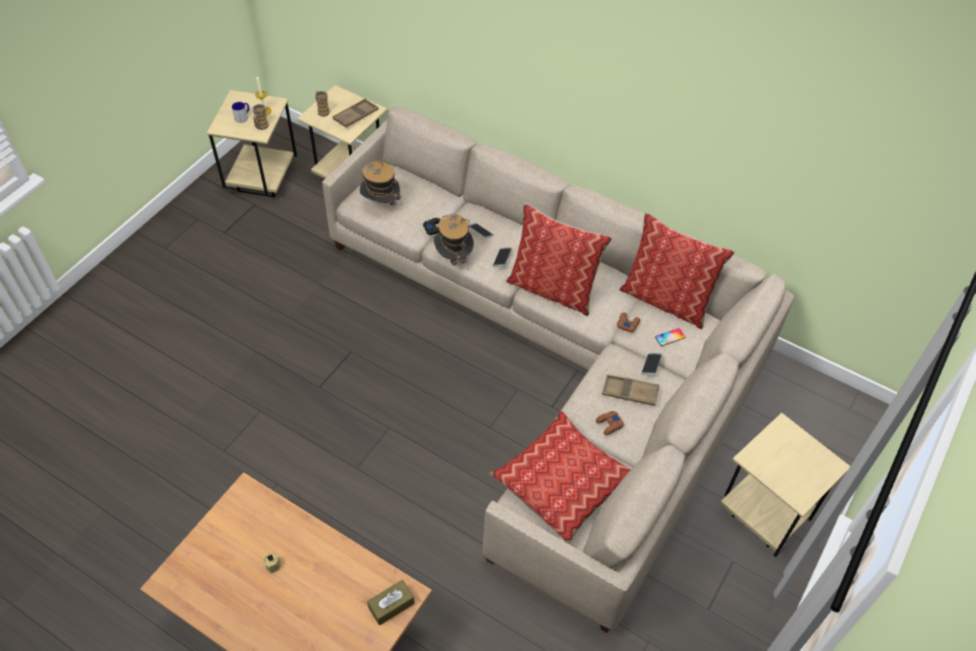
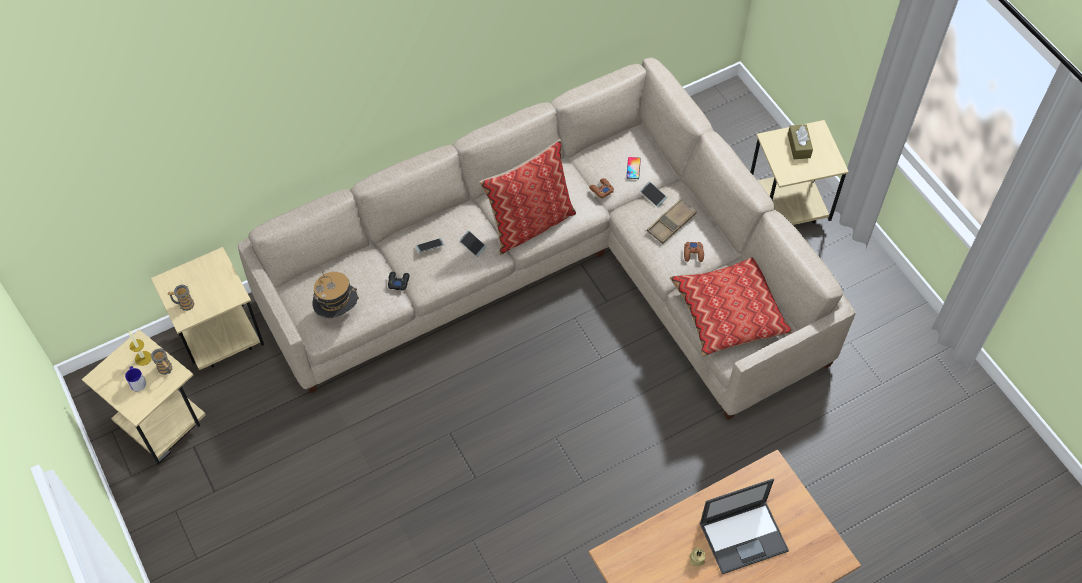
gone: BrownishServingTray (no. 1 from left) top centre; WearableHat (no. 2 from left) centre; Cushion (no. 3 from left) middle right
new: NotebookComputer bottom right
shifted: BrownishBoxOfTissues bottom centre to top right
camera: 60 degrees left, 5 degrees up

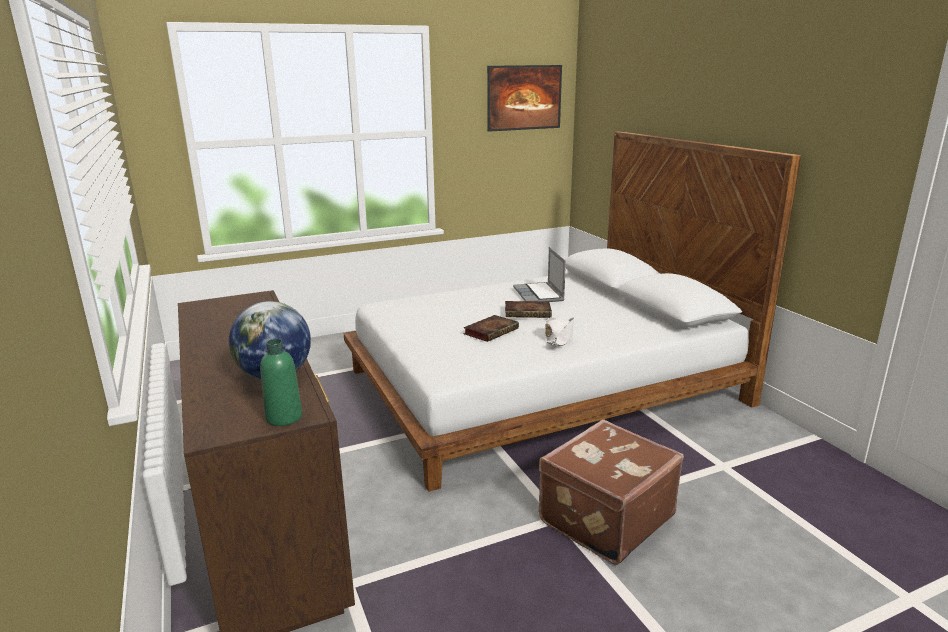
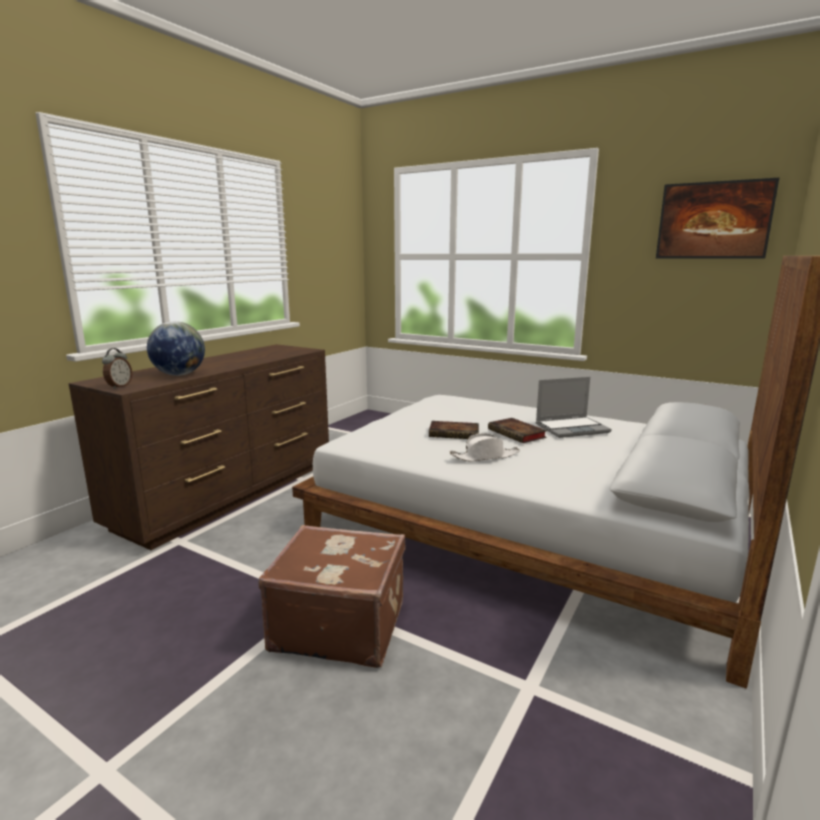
swapped: GreenBottle middle left to TableClock middle left
rotated: NotebookComputer centre = middle right 150 degrees counterclockwise
camera: 55 degrees right, 5 degrees down

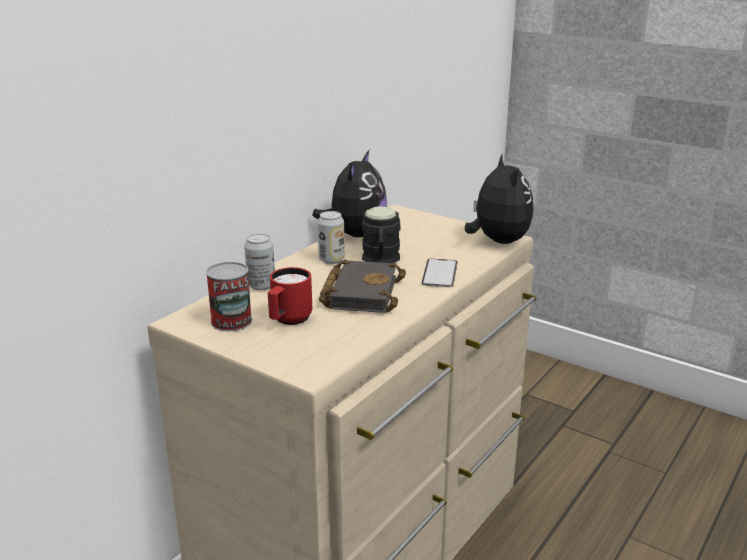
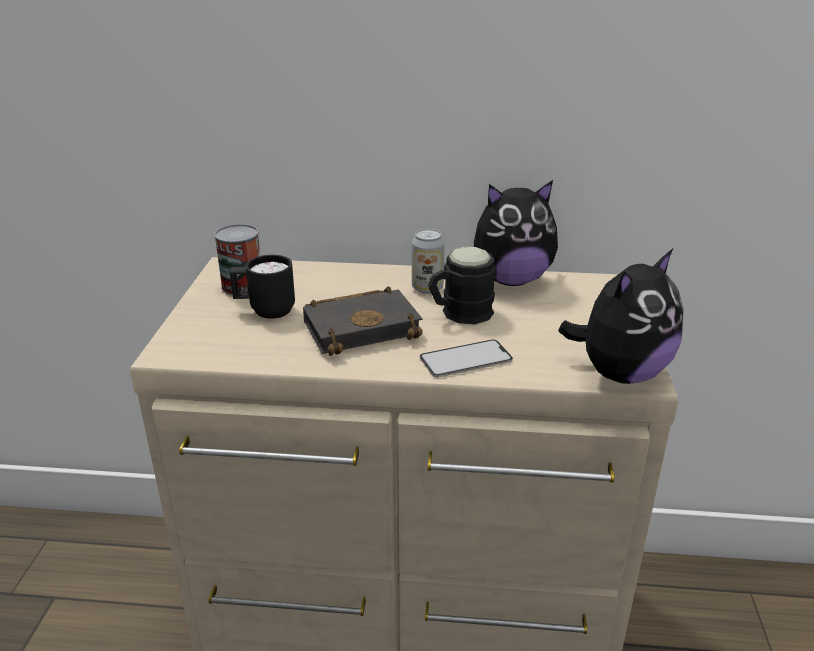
gone: MetalCan (no. 2 from left) centre
repainted: ReddishTeaMug centre to BlackishTeaMug (no. 1 from left) middle left
camera: 60 degrees right, 5 degrees up

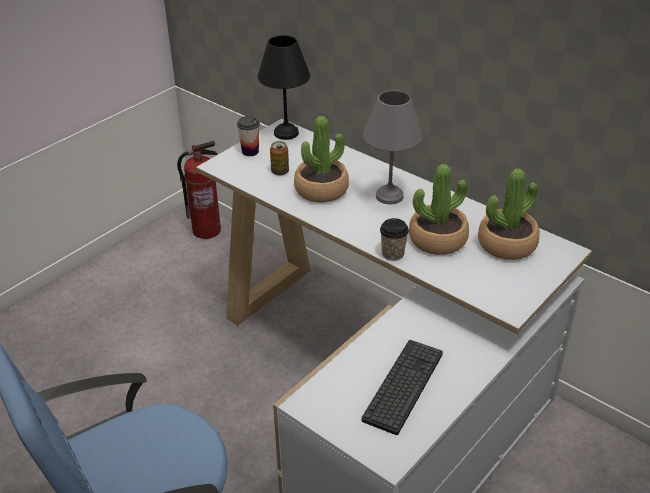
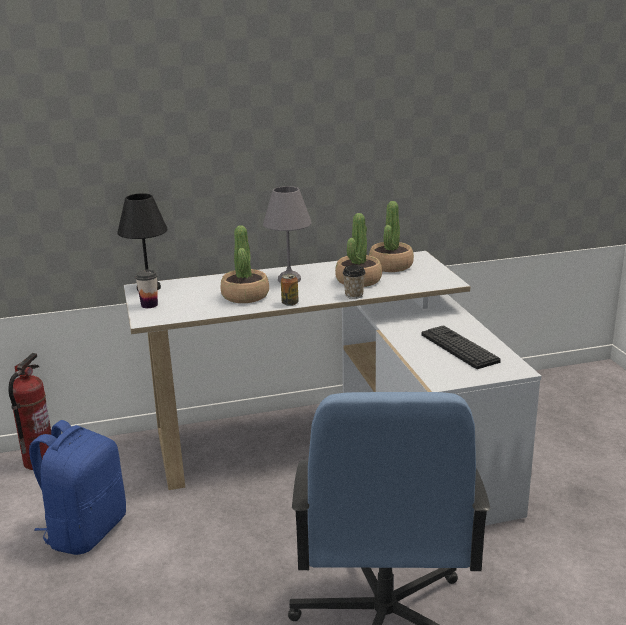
new: BlueColouredRucksack bottom left
shifted: MetalCan top centre to centre
camera: 55 degrees left, 15 degrees down

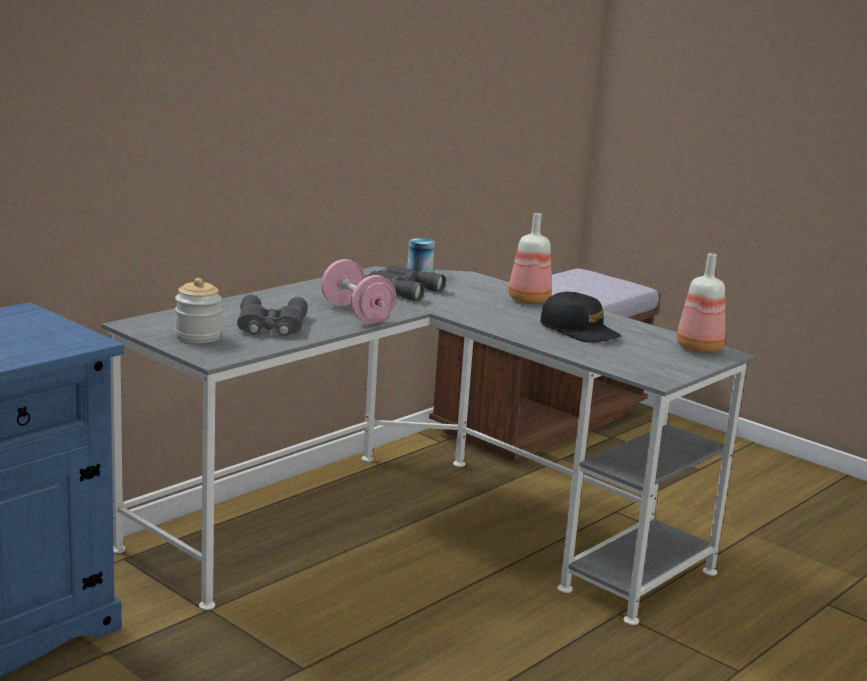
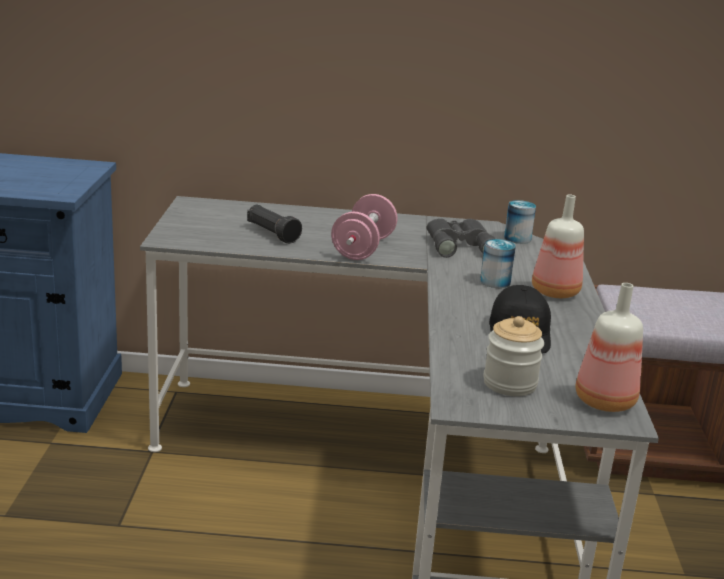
new: MetalCan (no. 1 from left) middle right
shifted: StorageJar middle left to middle right
swapped: GrayFieldGlasses (no. 1 from left) middle left to BlackishTorch centre
camera: 50 degrees right, 5 degrees up

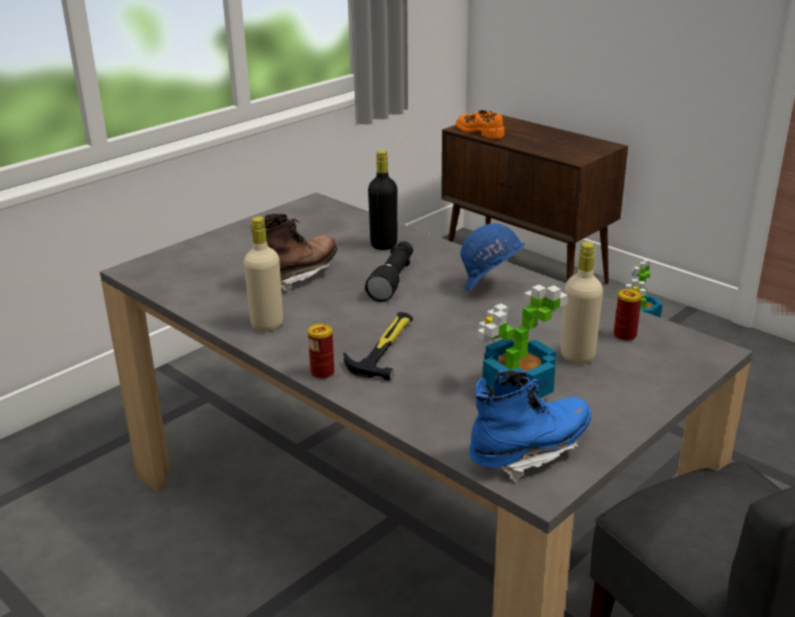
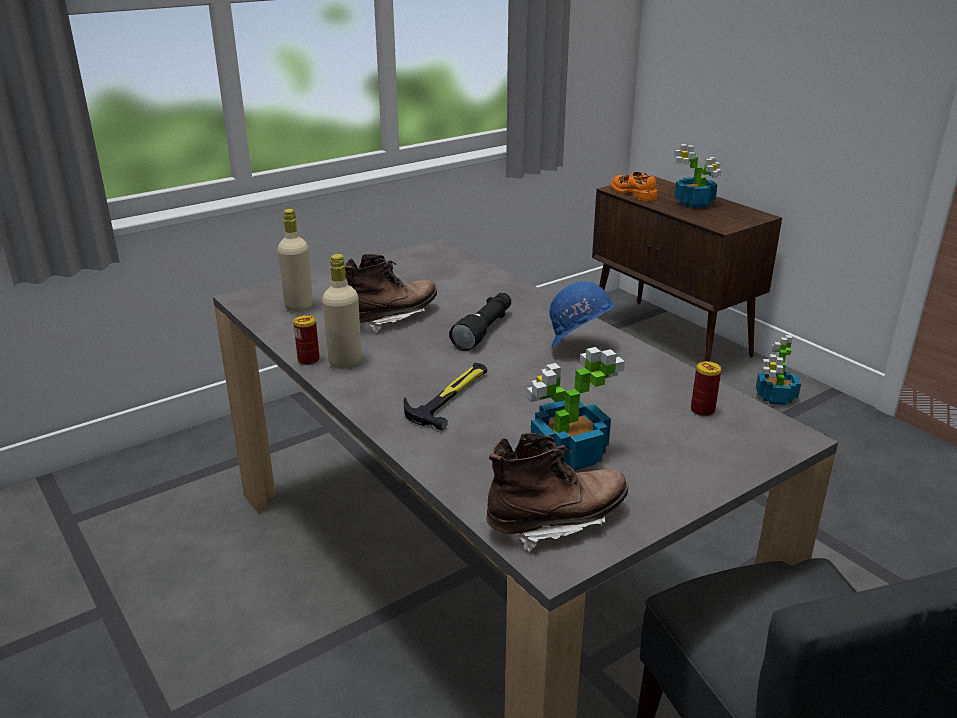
gone: BlackishBottle top centre
new: PottedPlant (no. 2 from left) top right
shifted: SandColouredBottle (no. 2 from left in the first image) middle right to SandColouredBottle (no. 1 from left) middle left; MetalCan (no. 1 from left) centre to middle left
repainted: BlueColouredTallBoot bottom right to BrownishTallBoot (no. 2 from left) bottom centre
camera: 10 degrees right, 0 degrees up

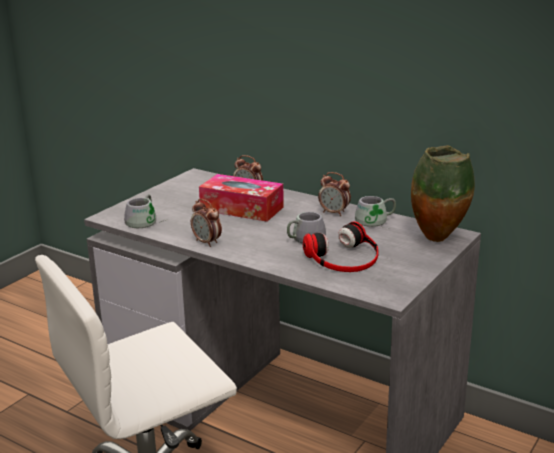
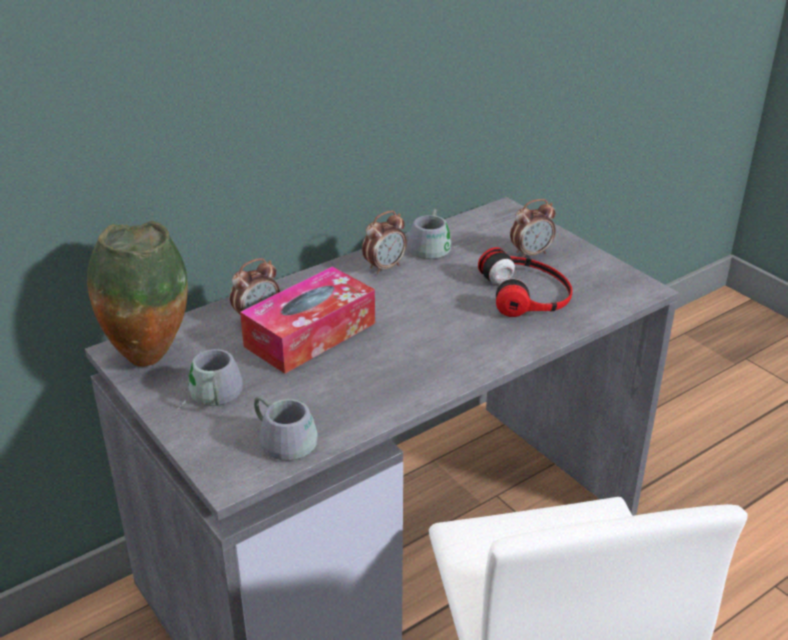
shifted: DecorativeVase middle right to middle left; GrayTeaMug (no. 2 from left in the first image) centre to GrayTeaMug (no. 1 from left) middle left; TableClock (no. 1 from left in the first image) centre to TableClock (no. 3 from left) middle right
camera: 70 degrees left, 10 degrees up

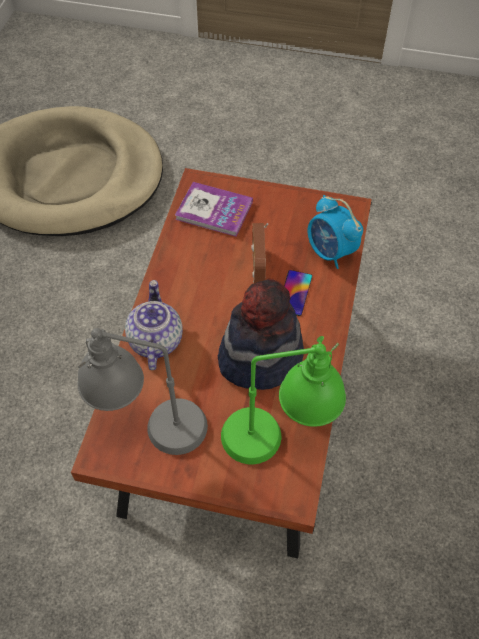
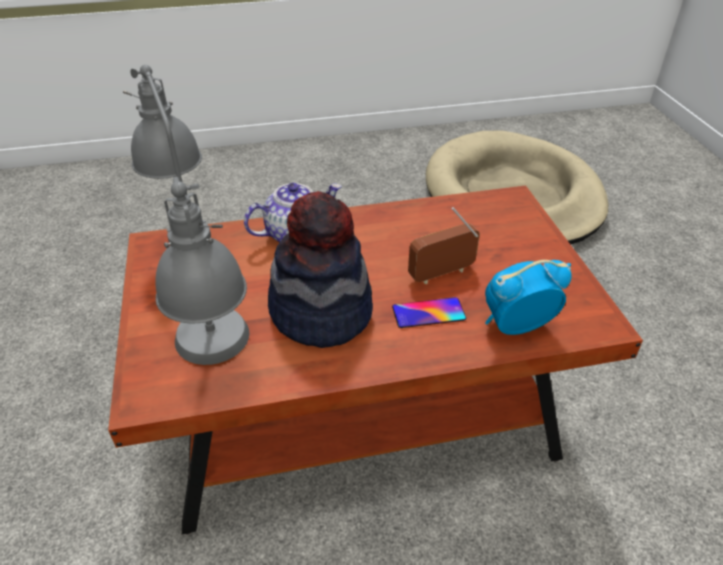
gone: Book top centre
repainted: GreenLampForATable centre to GrayLampForATable (no. 2 from left) middle left
rotated: TableClock middle right = middle right 45 degrees clockwise
camera: 65 degrees right, 15 degrees down

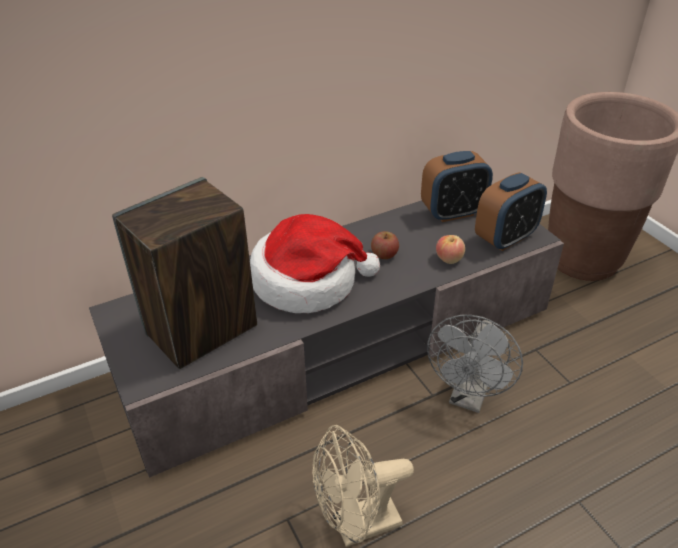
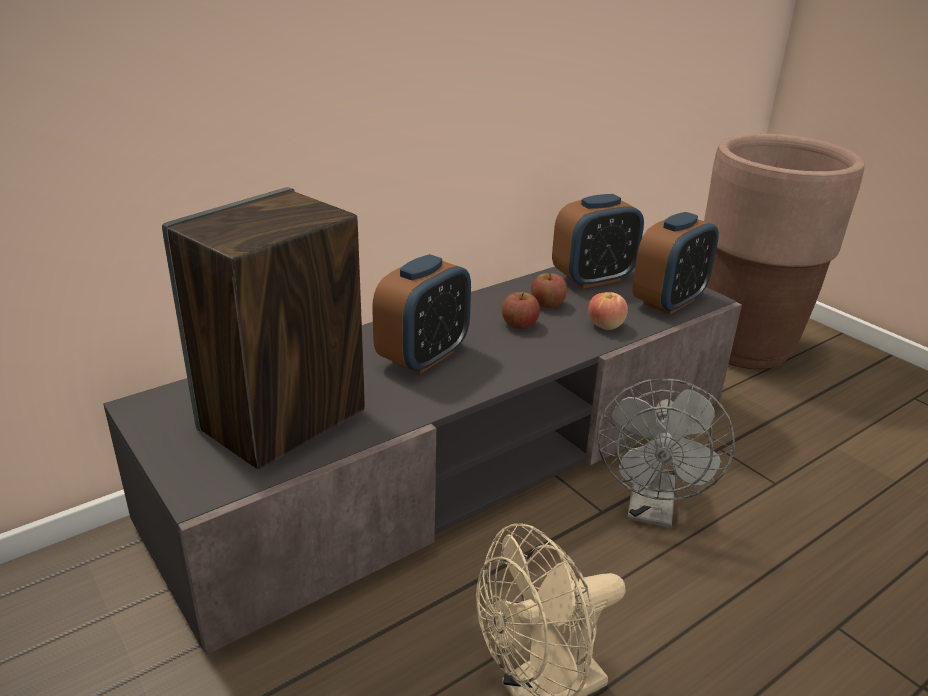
new: AppleFruit (no. 2 from left) centre
swapped: WearableHat centre to TableClock (no. 1 from left) centre
camera: 10 degrees left, 10 degrees down

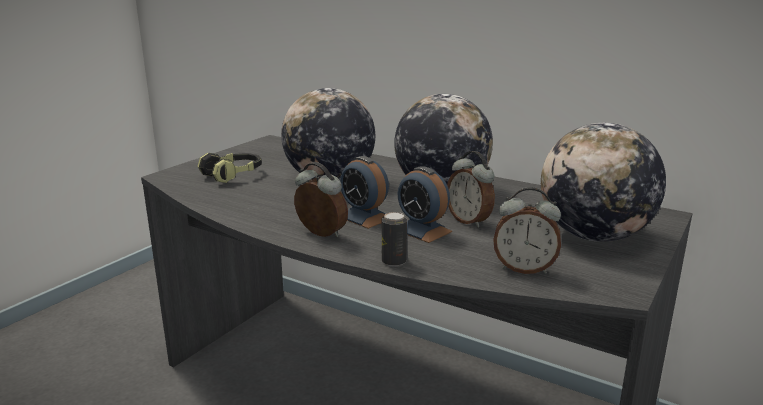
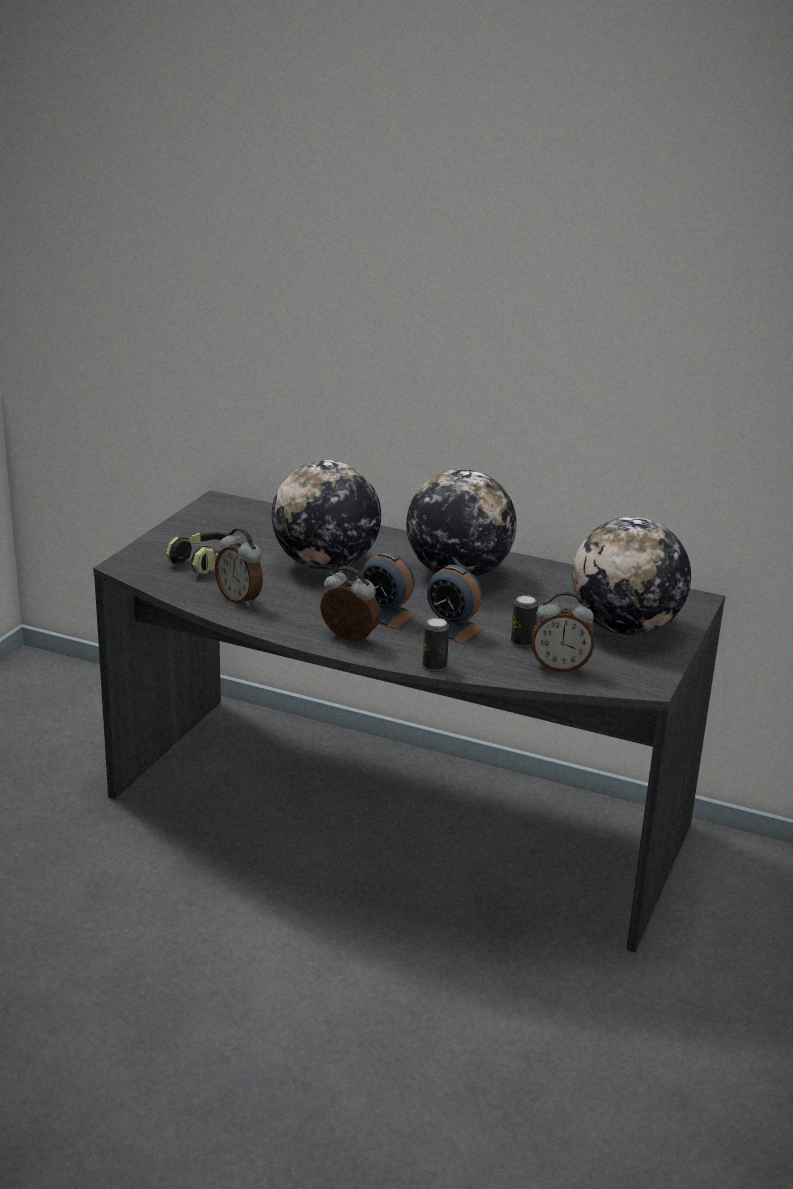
new: MetalCan (no. 2 from left) centre
shifted: TableClock (no. 4 from left in the first image) centre to TableClock (no. 1 from left) middle left
camera: 10 degrees left, 5 degrees up

